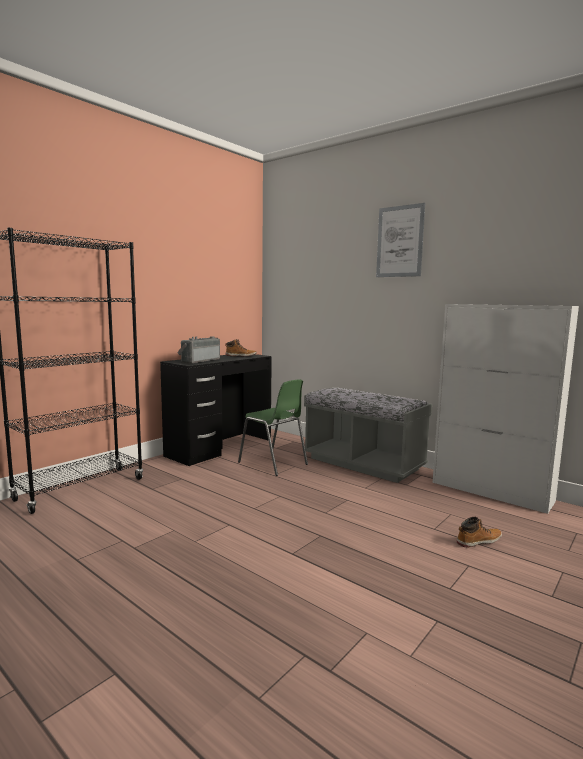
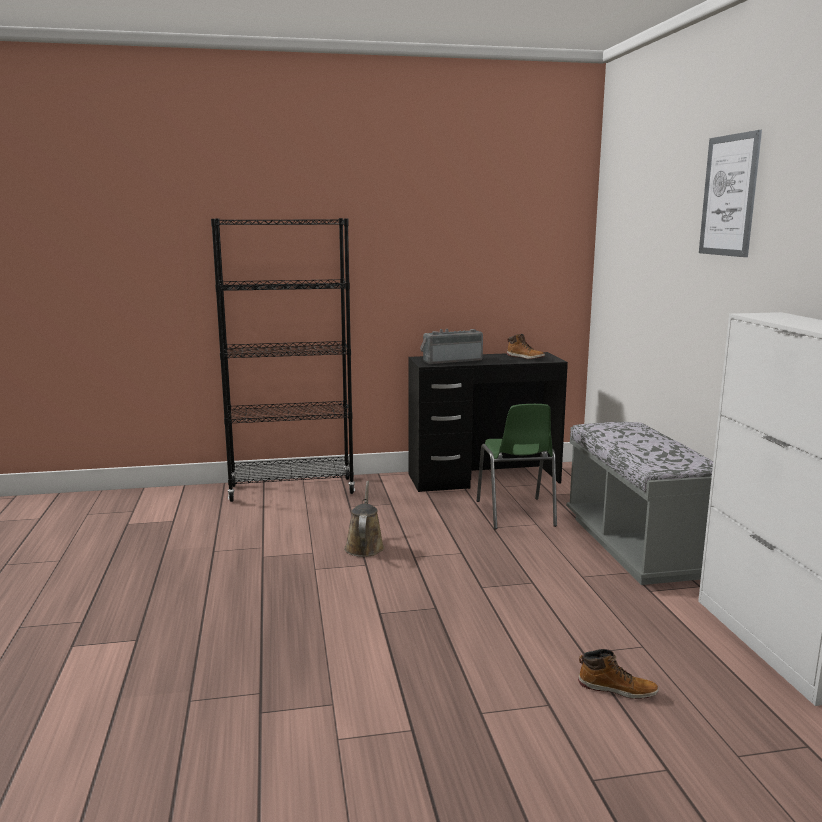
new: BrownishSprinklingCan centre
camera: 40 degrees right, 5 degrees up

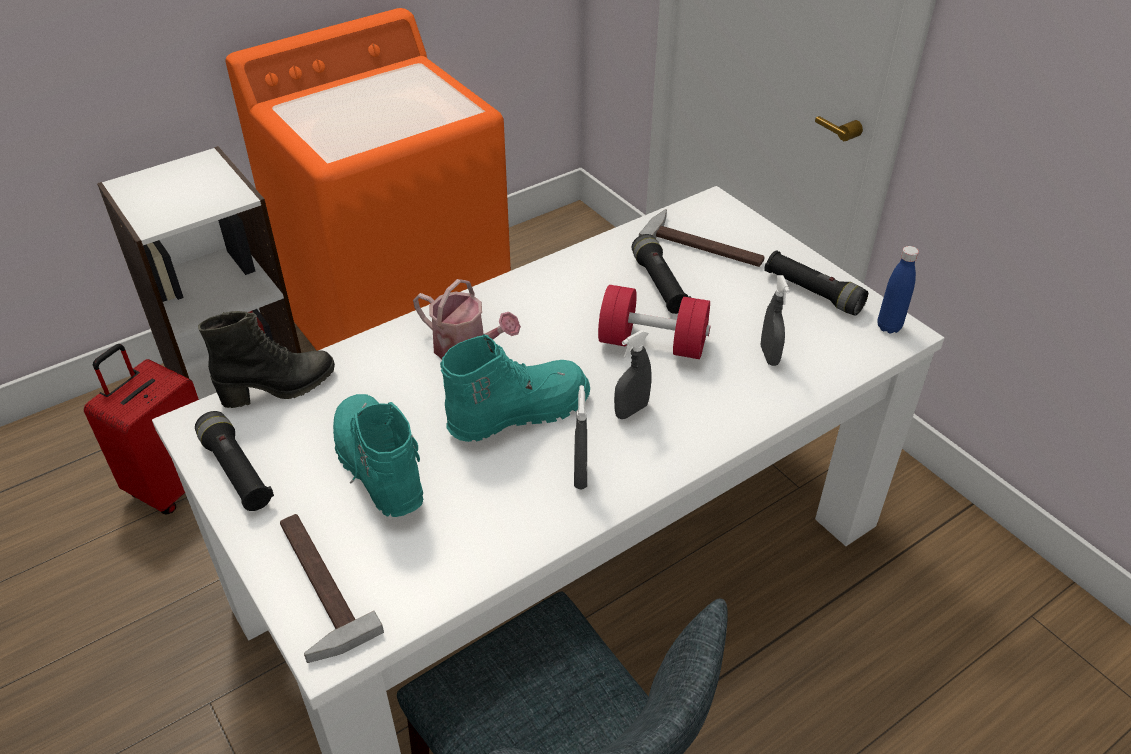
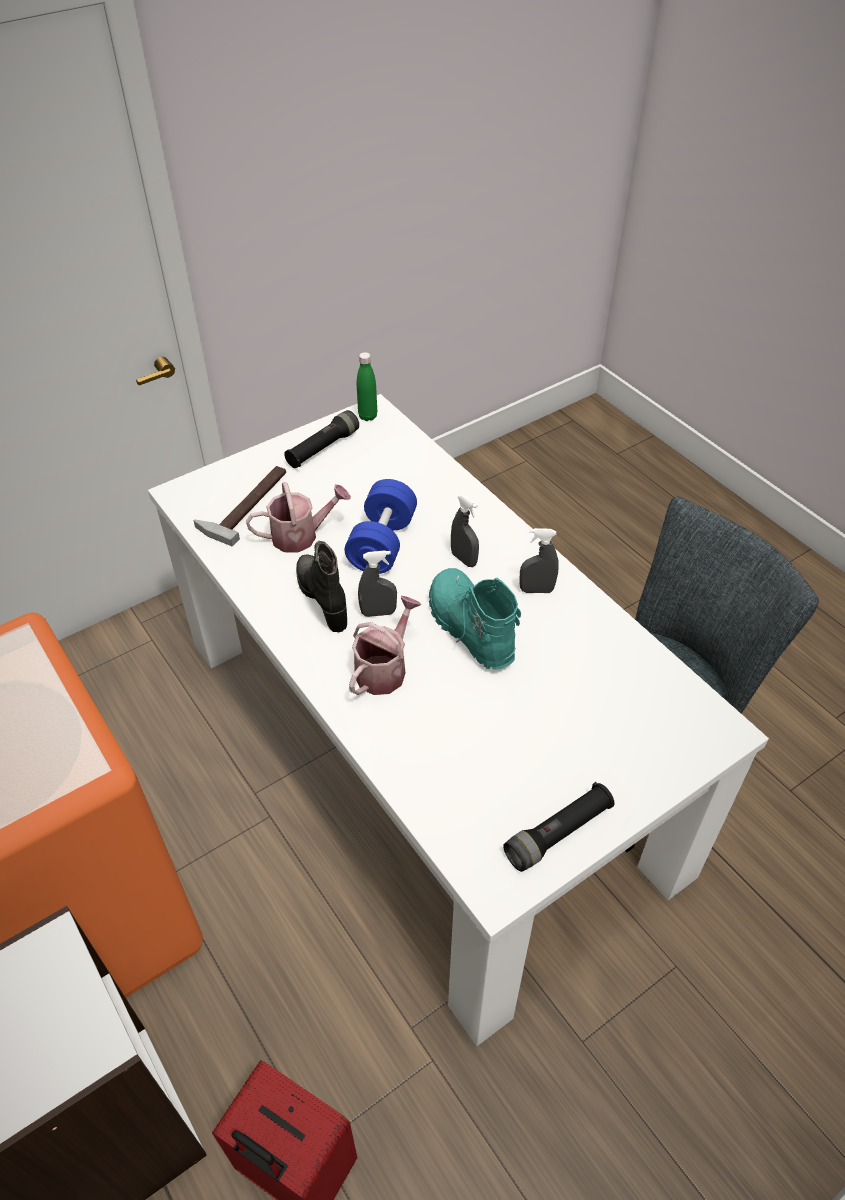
gone: Hammer (no. 1 from left) bottom left; TurquoiseTallBoot (no. 1 from left) centre
shifted: BlackishTallBoot middle left to centre; GraySprayBottle (no. 3 from left in the first image) middle right to GraySprayBottle (no. 1 from left) centre
swapped: BlackishTorch (no. 2 from left) centre to SprinklingCan (no. 1 from left) centre
repainted: ReddishDumbbell centre to BlueColouredDumbbell centre; BlueColouredBottle middle right to GreenBottle top centre
camera: 90 degrees left, 5 degrees up

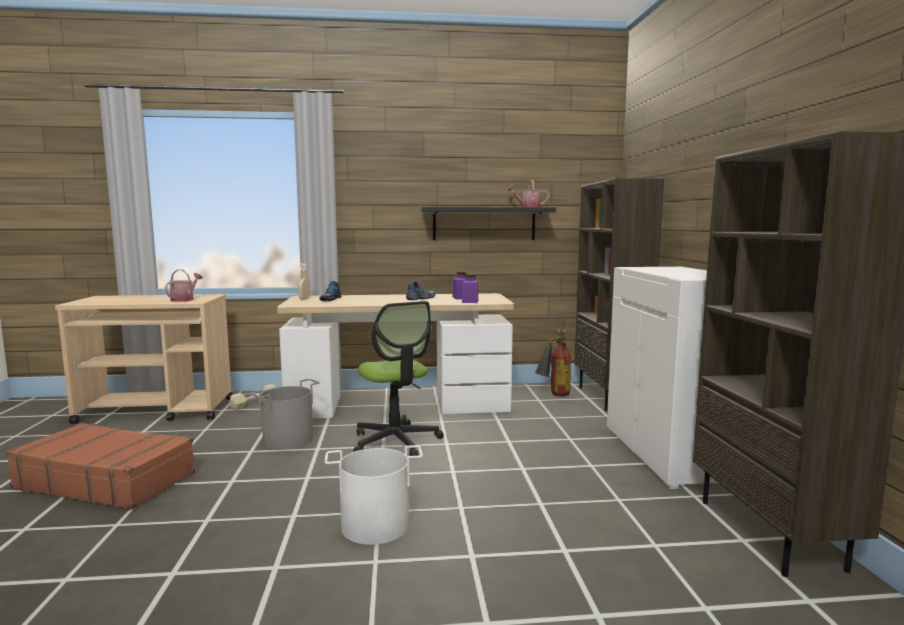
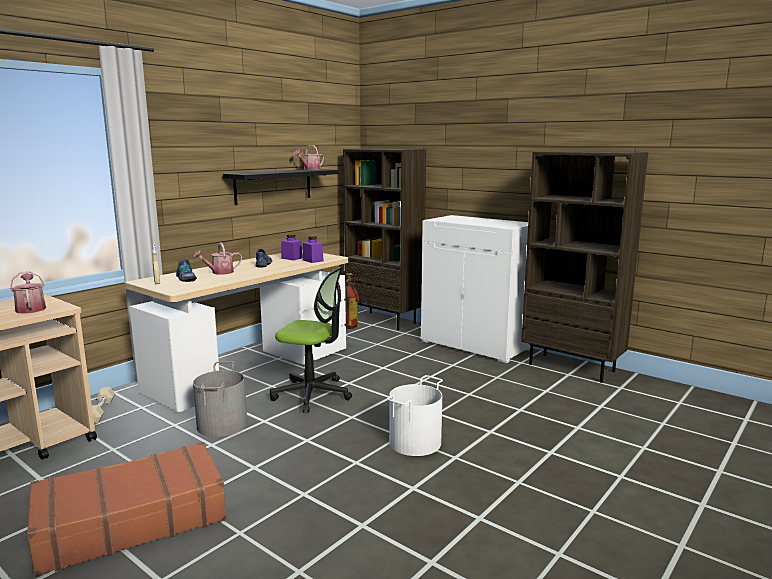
new: SprinklingCan (no. 2 from left) middle left
camera: 45 degrees left, 5 degrees up

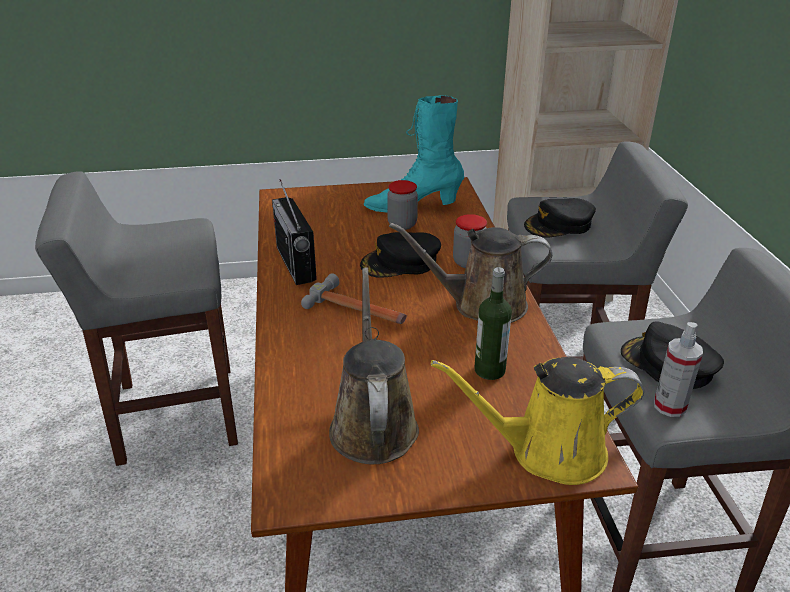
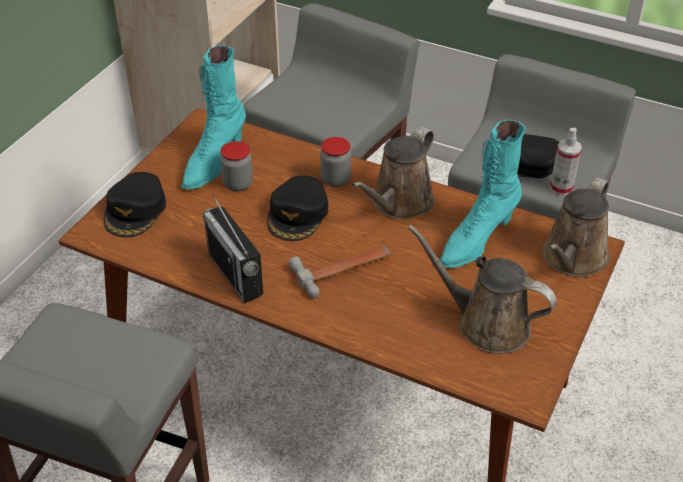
shifted: BlackishCap (no. 2 from left in the first image) middle right to BlackishCap (no. 1 from left) middle left
swapped: Bottle centre to TurquoiseTallBoot (no. 2 from left) middle right
repainted: YellowSprinklingCan bottom right to BrownishSprinklingCan (no. 3 from left) middle right
rotated: Radio centre = centre 45 degrees clockwise
camera: 55 degrees left, 10 degrees up

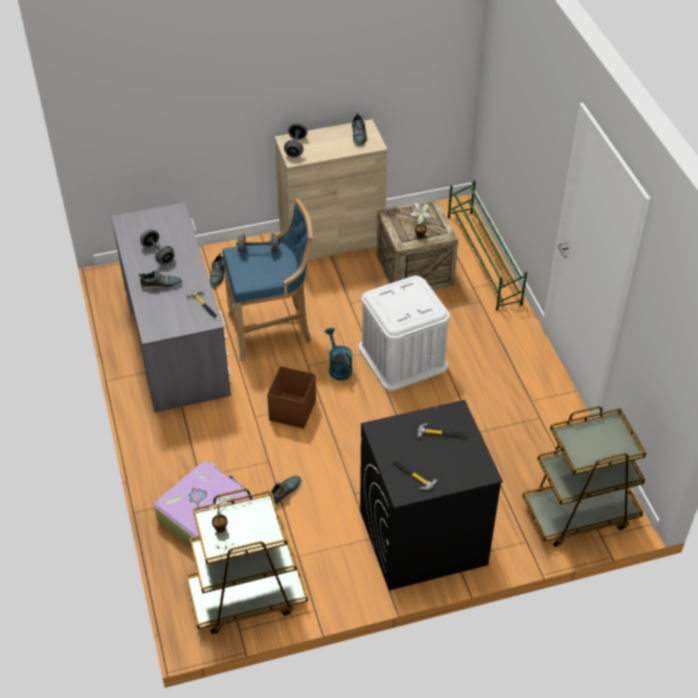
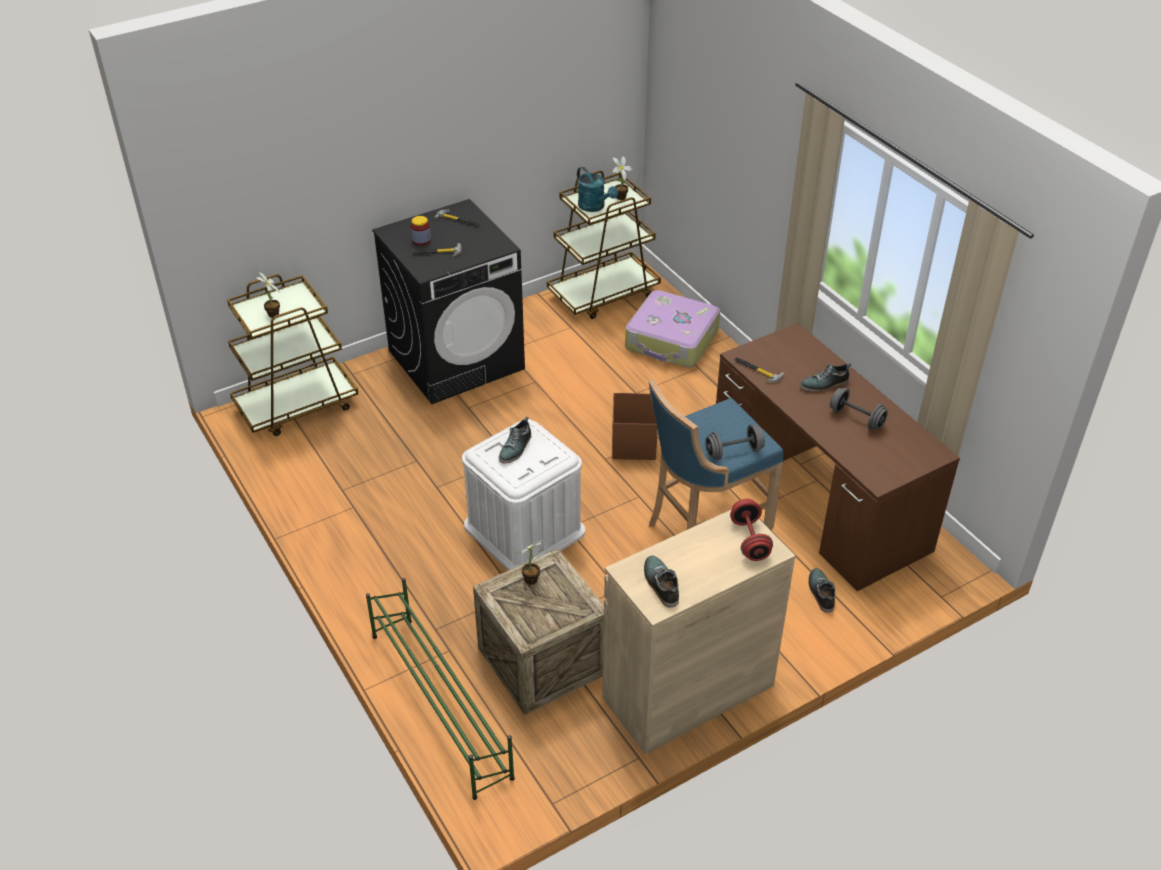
new: PottedPlant (no. 1 from left) middle left; StorageJar top centre
shifted: ItemOfFootwear (no. 3 from left in the first image) bottom centre to ItemOfFootwear (no. 1 from left) centre; TurquoiseSprinklingCan centre to top centre
repainted: GrayDesk middle left to BrownishDesk middle right; GrayDumbbell (no. 3 from left) top centre to ReddishDumbbell centre
camera: 165 degrees right, 5 degrees down

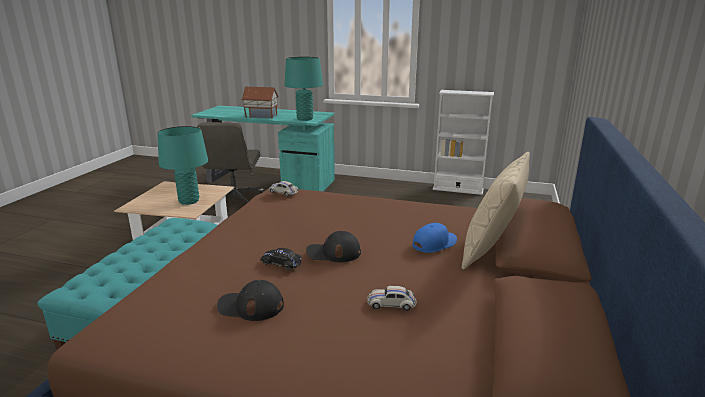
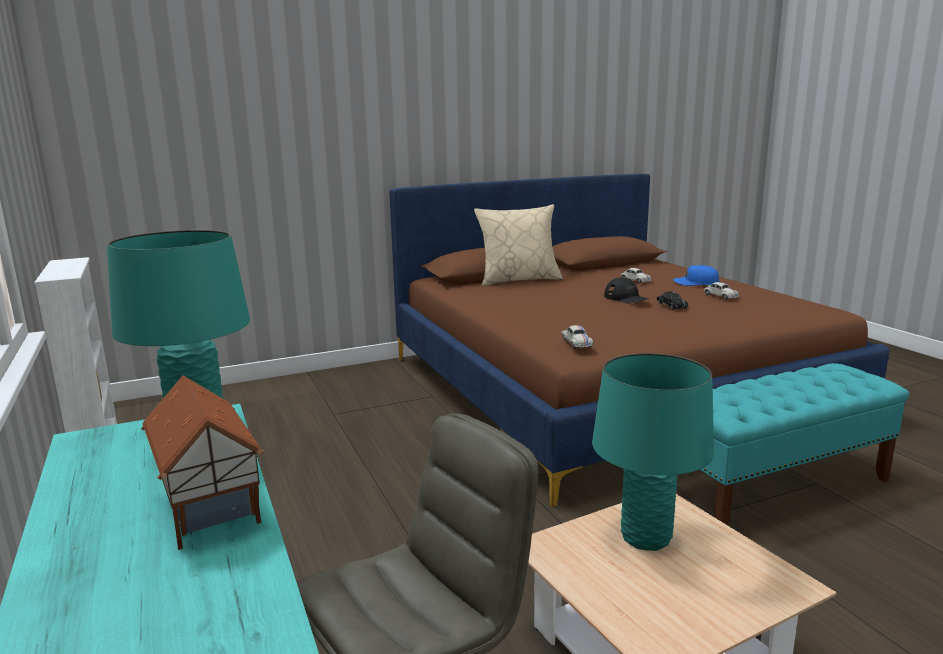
shifted: BlueColouredCap centre to middle right
swapped: BlackishCap (no. 1 from left) bottom centre to WhiteToyCar (no. 3 from left) middle right
camera: 130 degrees left, 5 degrees down

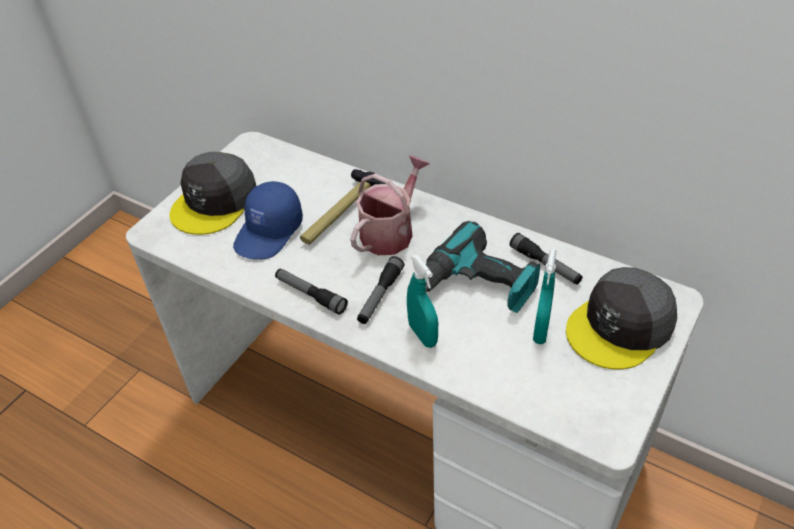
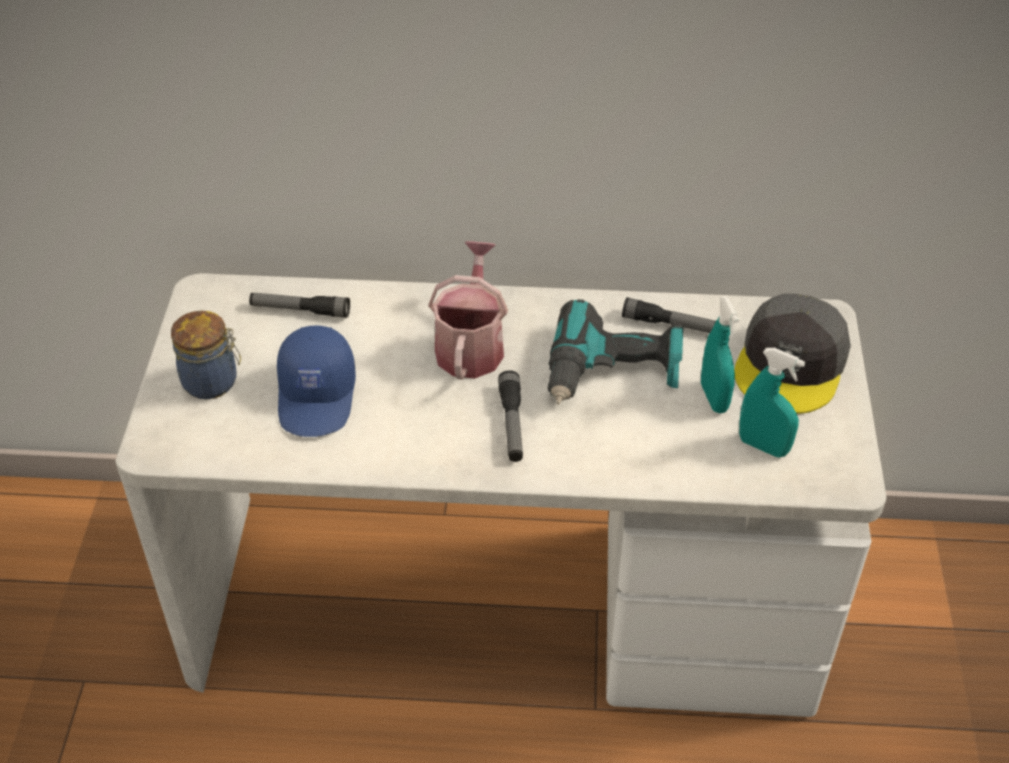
gone: Hammer centre
shifted: Torch (no. 1 from left) centre to middle left; TurquoiseSprayBottle (no. 1 from left in the first image) centre to TurquoiseSprayBottle (no. 2 from left) middle right
swapped: GrayCap (no. 1 from left) middle left to StorageJar middle left
camera: 30 degrees left, 0 degrees up

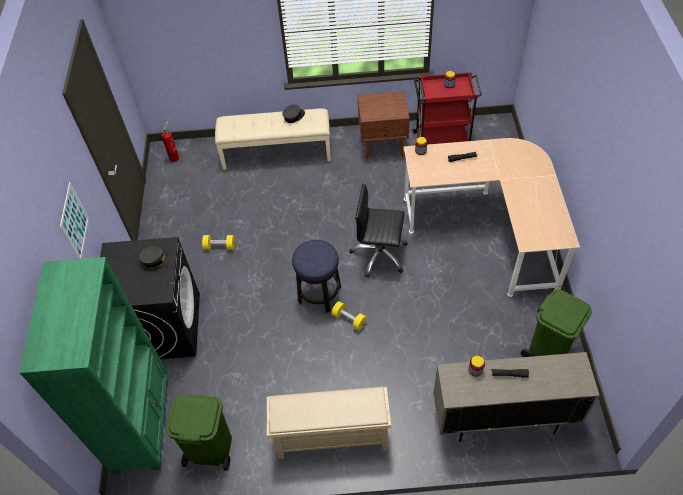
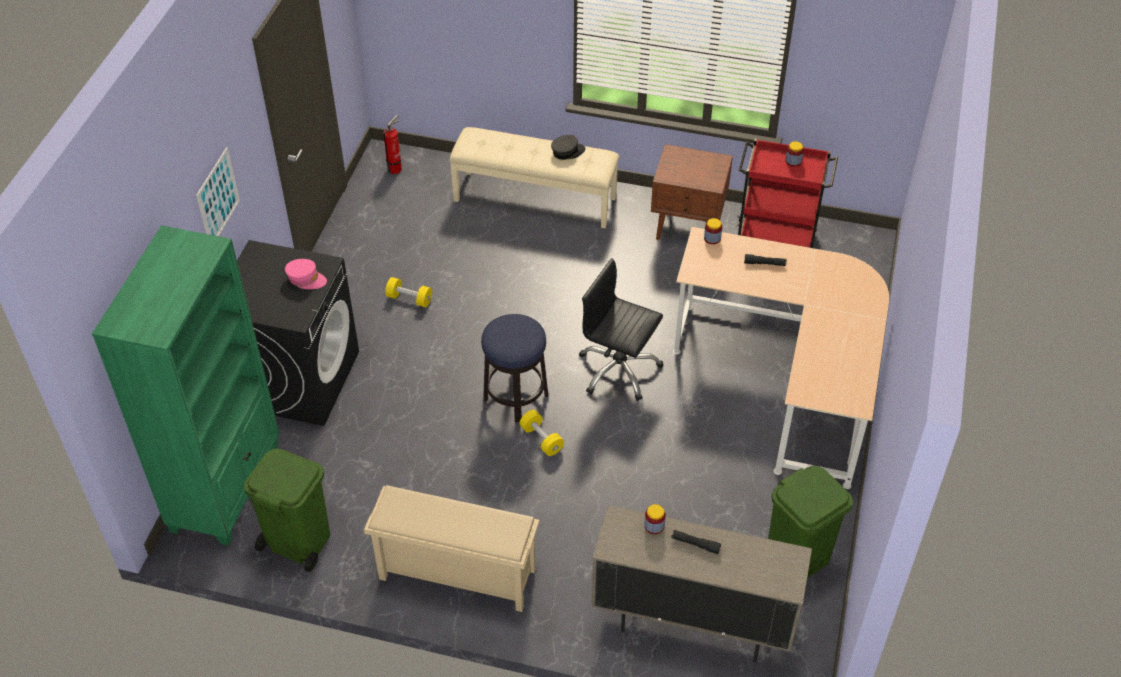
repainted: GrayCap (no. 1 from left) middle left to PinkColouredCap middle left
camera: 15 degrees right, 5 degrees down

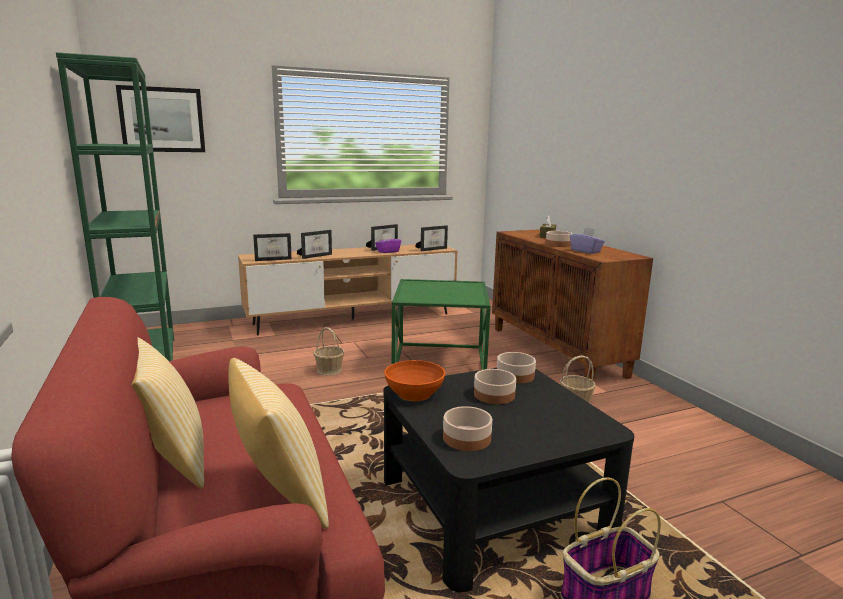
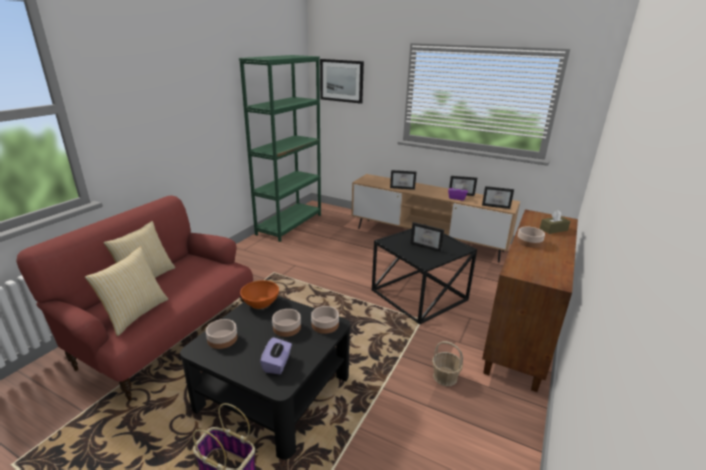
gone: Basket (no. 1 from left) centre
shifted: PurpleBoxOfTissues (no. 2 from left in the first image) middle right to PurpleBoxOfTissues (no. 1 from left) bottom centre; PhotoFrame (no. 1 from left in the first image) middle left to PhotoFrame (no. 2 from left) centre
repainted: GreenSideTable centre to BlackishSideTable centre
camera: 50 degrees right, 10 degrees up

